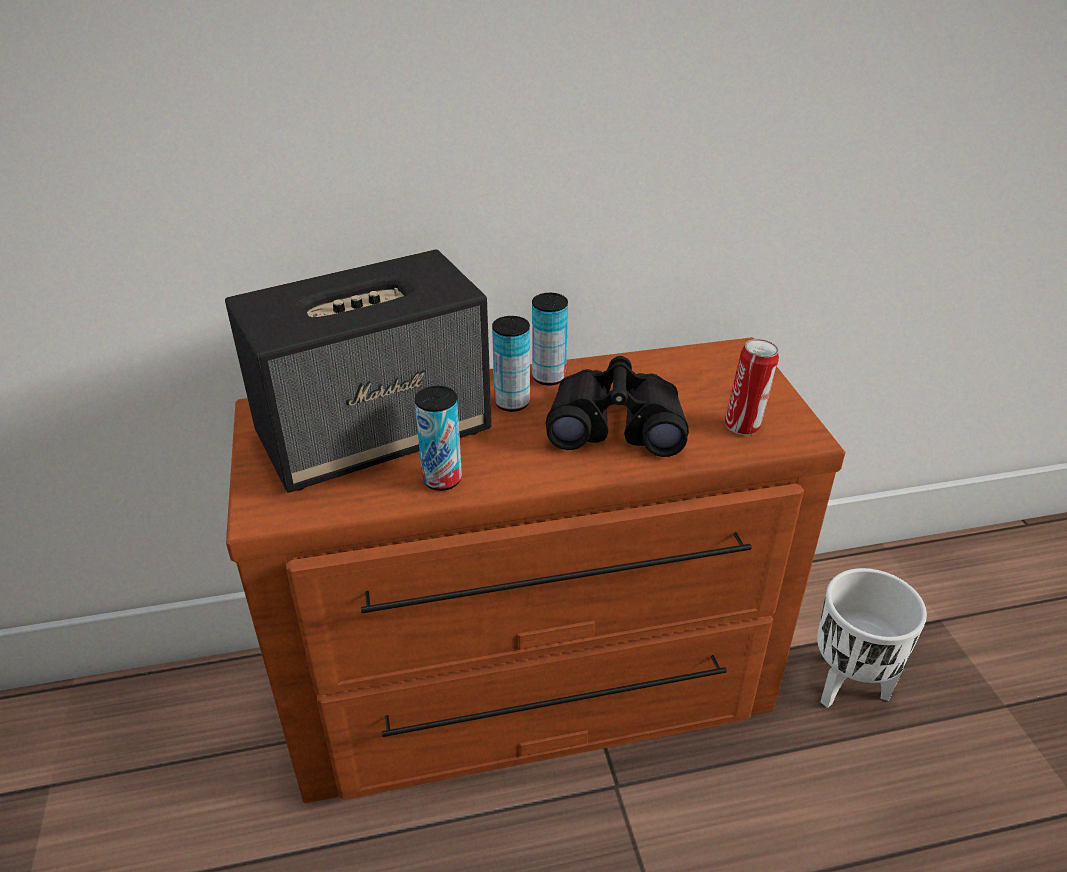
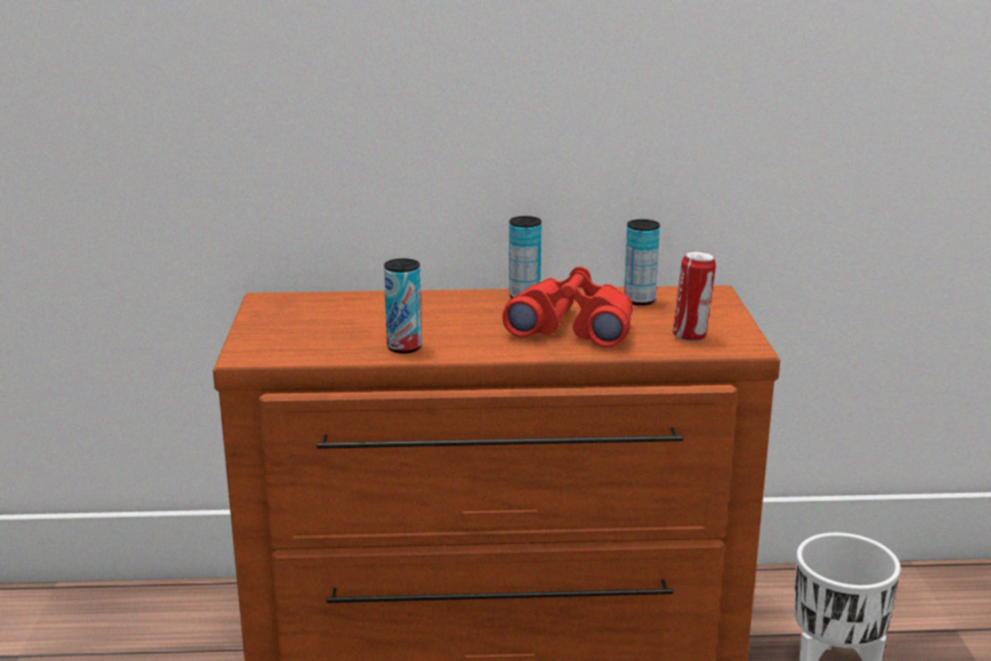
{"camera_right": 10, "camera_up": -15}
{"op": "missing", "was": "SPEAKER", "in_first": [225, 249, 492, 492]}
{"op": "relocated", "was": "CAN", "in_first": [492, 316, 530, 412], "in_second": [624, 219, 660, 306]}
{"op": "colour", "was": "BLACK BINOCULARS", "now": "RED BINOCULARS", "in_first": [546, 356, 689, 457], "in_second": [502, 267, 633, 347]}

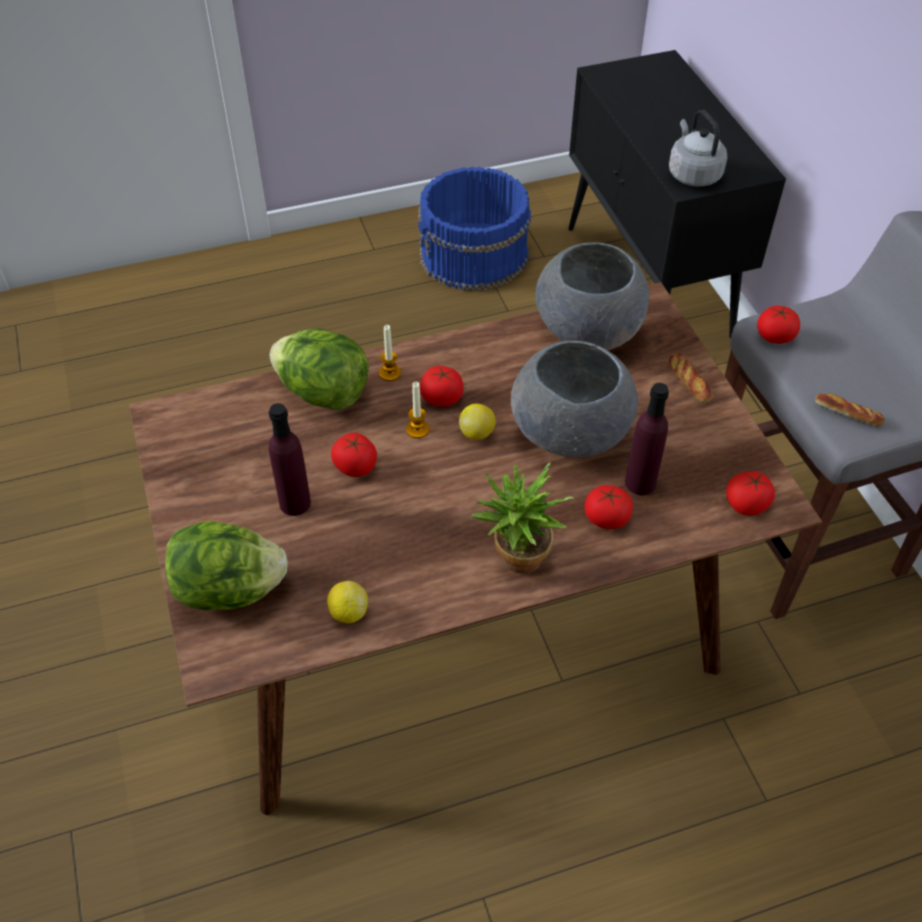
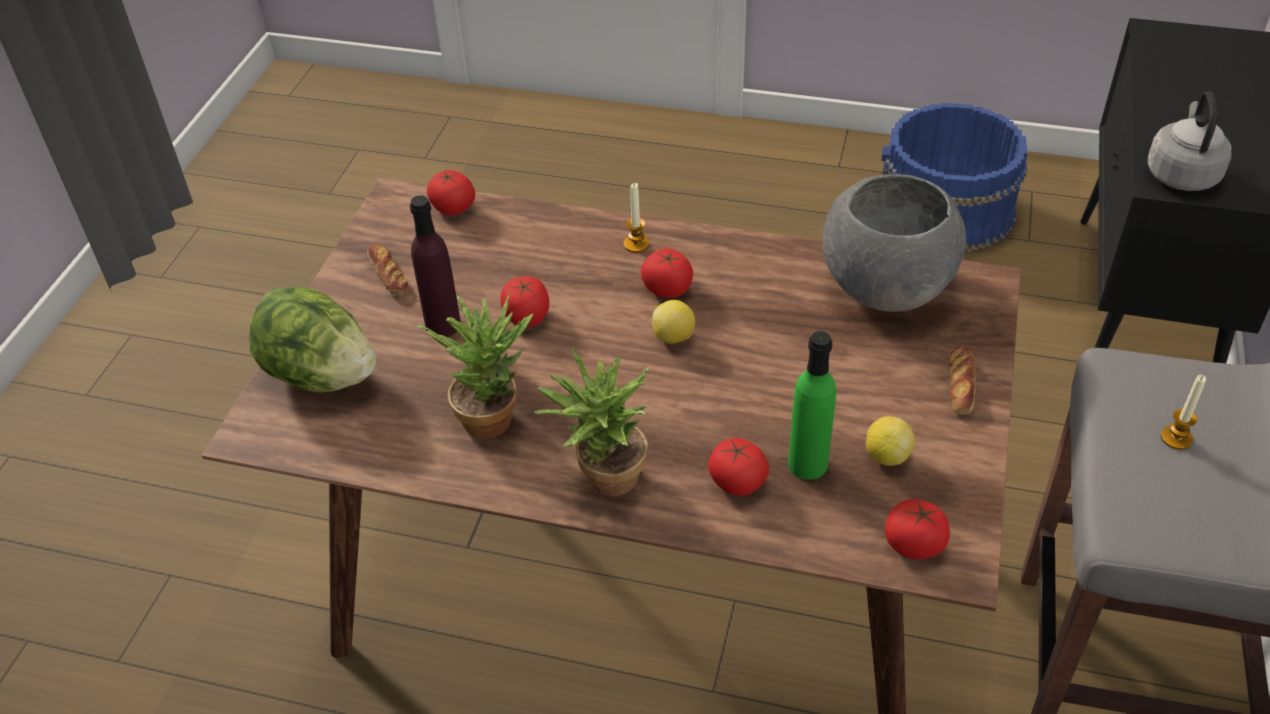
{"camera_right": 35, "camera_up": -5}
{"op": "relocated", "was": "TOMATO", "in_first": [757, 306, 800, 344], "in_second": [427, 170, 475, 215]}
{"op": "missing", "was": "LETTUCE", "in_first": [270, 329, 369, 410]}
{"op": "missing", "was": "GREY BOWL", "in_first": [511, 341, 638, 458]}
{"op": "relocated", "was": "CANDLE", "in_first": [406, 382, 429, 438], "in_second": [1161, 375, 1206, 450]}
{"op": "colour", "was": "PURPLE BOTTLE", "now": "GREEN BOTTLE", "in_first": [625, 383, 669, 495], "in_second": [788, 331, 836, 480]}
{"op": "relocated", "was": "BREAD", "in_first": [815, 393, 885, 427], "in_second": [367, 244, 408, 296]}
{"op": "relocated", "was": "LEMON", "in_first": [327, 581, 368, 623], "in_second": [866, 416, 915, 466]}
{"op": "appeared", "now": "POTTED PLANT", "in_second": [417, 292, 533, 439]}

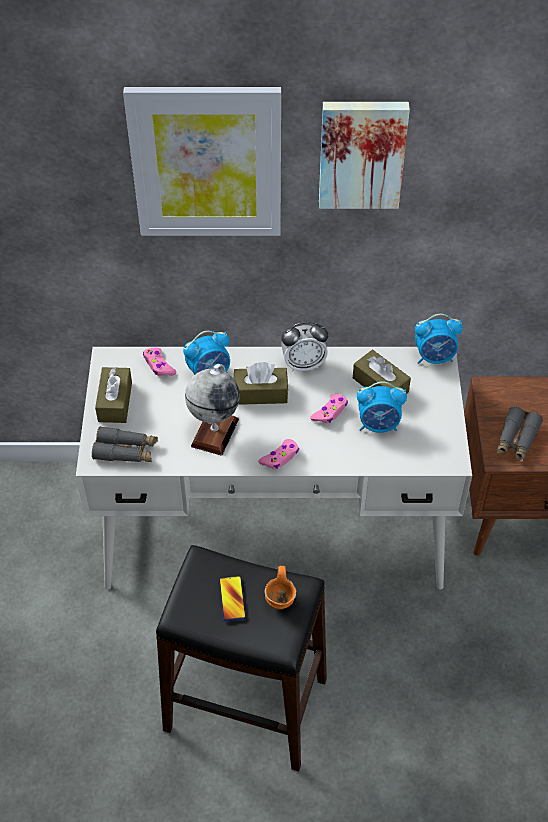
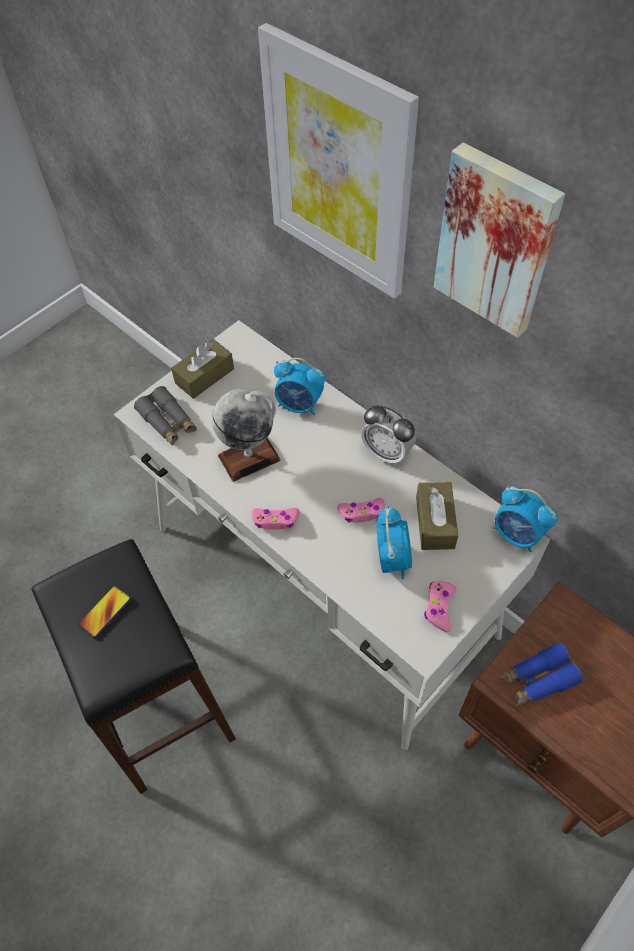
{"camera_right": 45, "camera_up": 5}
{"op": "relocated", "was": "PINK GAME CONTROLLER", "in_first": [143, 347, 176, 376], "in_second": [424, 581, 457, 632]}
{"op": "missing", "was": "BROWN TISSUE BOX", "in_first": [234, 362, 288, 405]}
{"op": "spun", "was": "ALARM CLOCK", "in_first": [357, 381, 407, 433], "in_second": [377, 506, 412, 579], "clockwise": -135}
{"op": "colour", "was": "GREY BINOCULARS", "now": "BLUE BINOCULARS", "in_first": [496, 407, 543, 462], "in_second": [500, 643, 583, 706]}
{"op": "missing", "was": "ORANGE MUG", "in_first": [265, 566, 296, 610]}

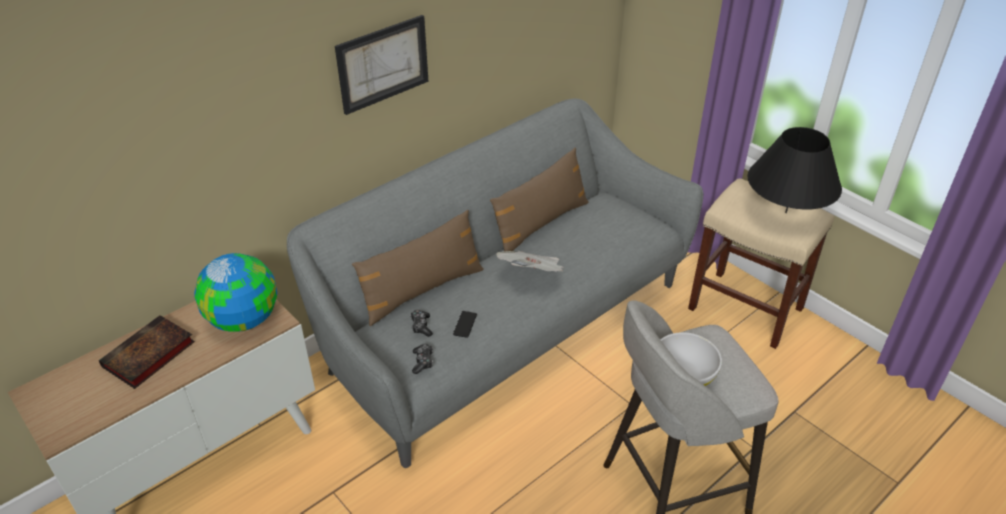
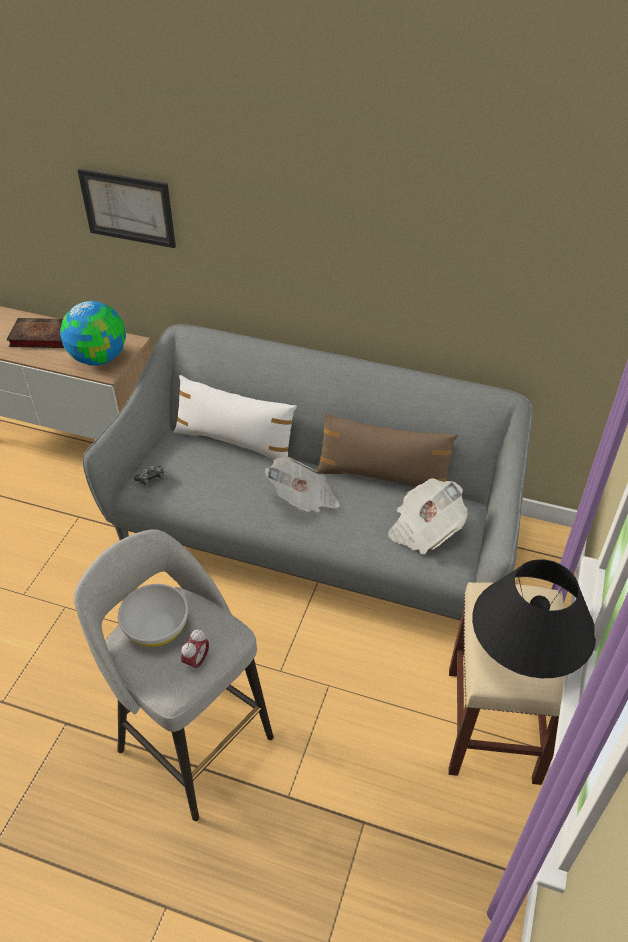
{"camera_right": 60, "camera_up": 5}
{"op": "relocated", "was": "PICTURE", "in_first": [335, 15, 429, 115], "in_second": [77, 169, 176, 248]}
{"op": "colour", "was": "BROWN PILLOW", "now": "WHITE PILLOW", "in_first": [352, 210, 484, 326], "in_second": [174, 375, 297, 460]}
{"op": "missing", "was": "GAME CONTROLLER", "in_first": [410, 310, 433, 337]}
{"op": "missing", "was": "PHONE", "in_first": [453, 311, 477, 338]}
{"op": "appeared", "now": "NEWSPAPER", "in_second": [388, 478, 468, 555]}
{"op": "appeared", "now": "ALARM CLOCK", "in_second": [181, 629, 209, 672]}

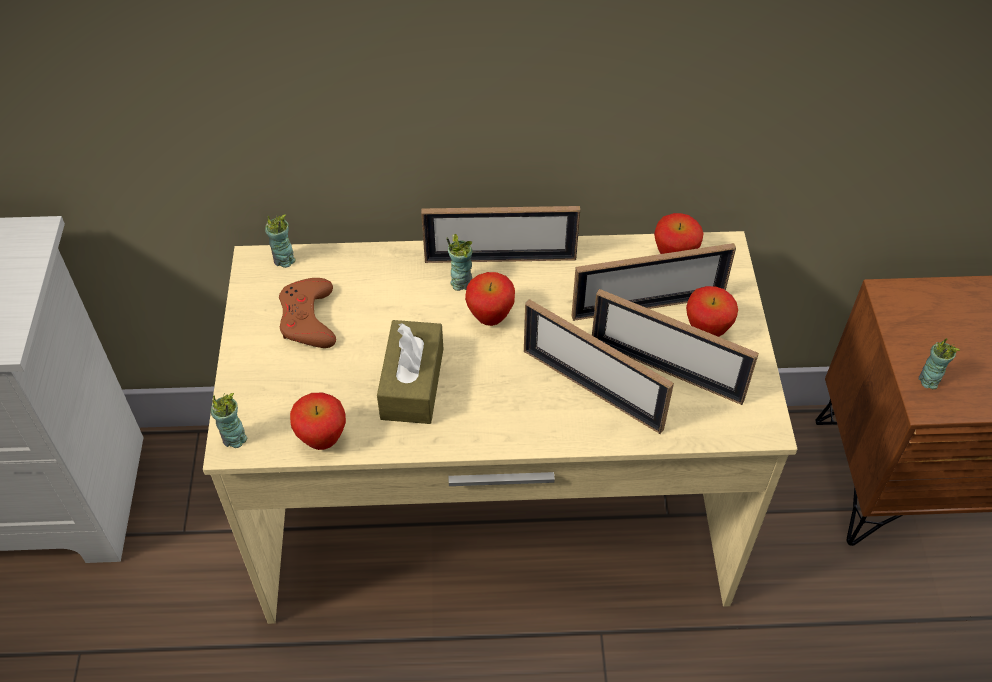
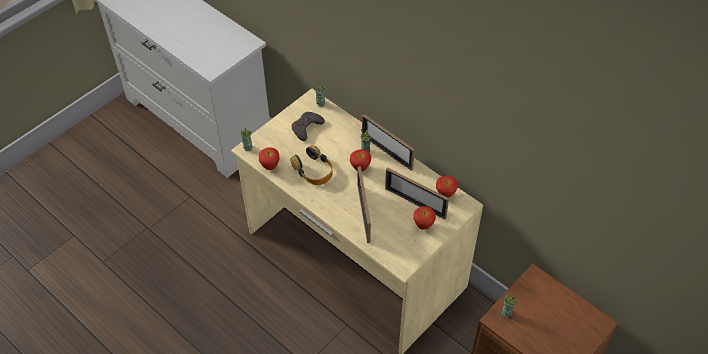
{"camera_right": 45, "camera_up": 0}
{"op": "colour", "was": "BROWN GAME CONTROLLER", "now": "GREY GAME CONTROLLER", "in_first": [279, 278, 336, 348], "in_second": [291, 112, 325, 141]}
{"op": "missing", "was": "PICTURE FRAME", "in_first": [592, 289, 759, 405]}
{"op": "exchanged", "was": "BROWN TISSUE BOX", "now": "HEADPHONES", "in_first": [377, 320, 443, 424], "in_second": [290, 145, 333, 185]}

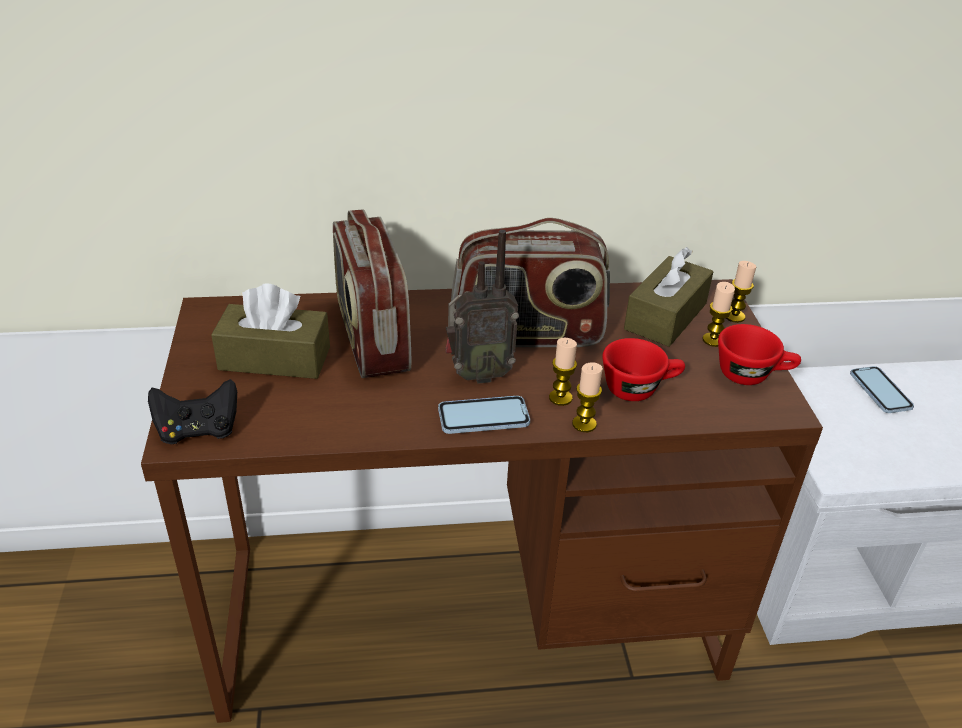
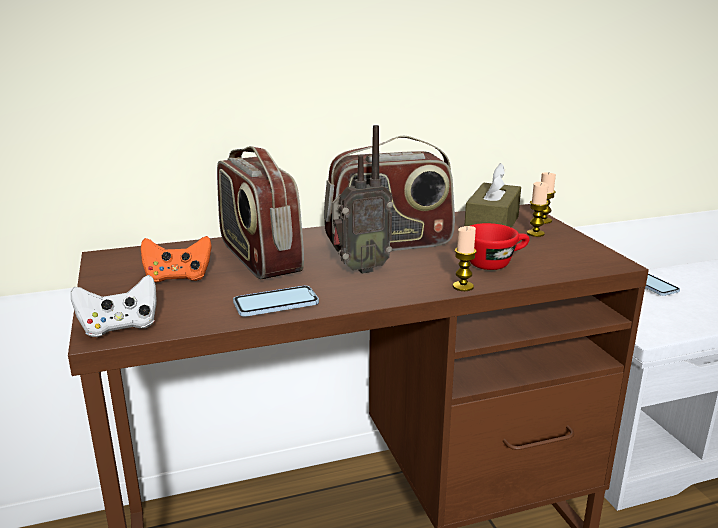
{"camera_right": -10, "camera_up": -15}
{"op": "exchanged", "was": "BROWN TISSUE BOX", "now": "ORANGE GAME CONTROLLER", "in_first": [211, 284, 330, 379], "in_second": [141, 236, 212, 282]}
{"op": "missing", "was": "RED CUP", "in_first": [718, 324, 801, 385]}
{"op": "missing", "was": "CANDLE", "in_first": [549, 337, 577, 406]}
{"op": "colour", "was": "BLACK GAME CONTROLLER", "now": "WHITE GAME CONTROLLER", "in_first": [148, 379, 237, 444], "in_second": [71, 275, 157, 337]}
{"op": "relocated", "was": "PHONE", "in_first": [438, 396, 530, 434], "in_second": [233, 286, 319, 317]}

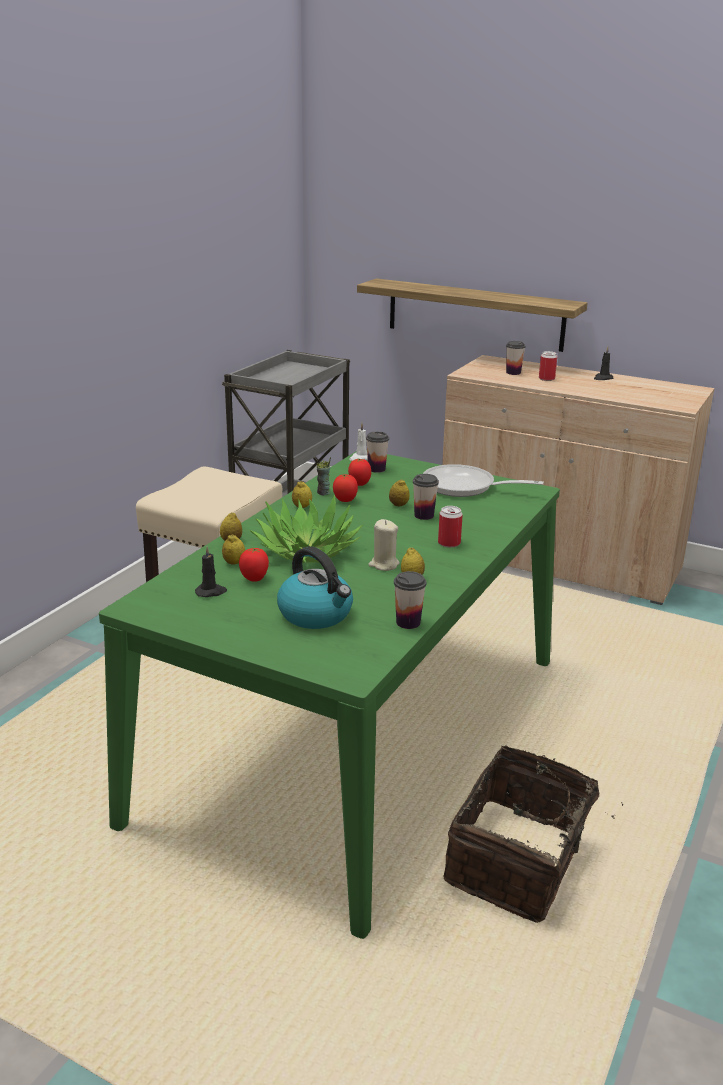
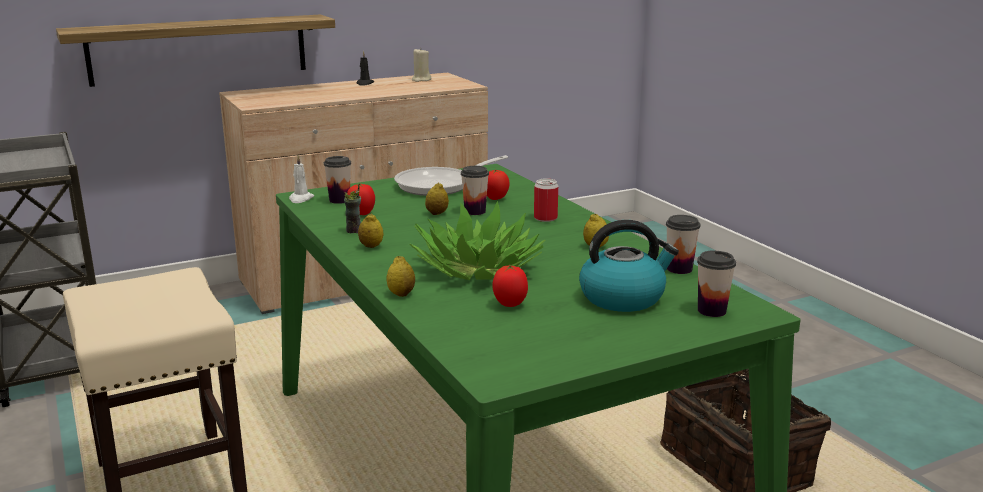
{"camera_right": -55, "camera_up": -5}
{"op": "relocated", "was": "CUP", "in_first": [506, 341, 526, 375], "in_second": [697, 250, 736, 317]}
{"op": "missing", "was": "CAN", "in_first": [539, 351, 557, 381]}
{"op": "relocated", "was": "TOMATO", "in_first": [333, 474, 358, 502], "in_second": [487, 170, 510, 200]}
{"op": "relocated", "was": "BEIGE CANDLE", "in_first": [368, 519, 400, 571], "in_second": [412, 49, 432, 82]}
{"op": "missing", "was": "LEMON", "in_first": [222, 535, 245, 565]}
{"op": "missing", "was": "BLACK CANDLE", "in_first": [195, 546, 227, 597]}

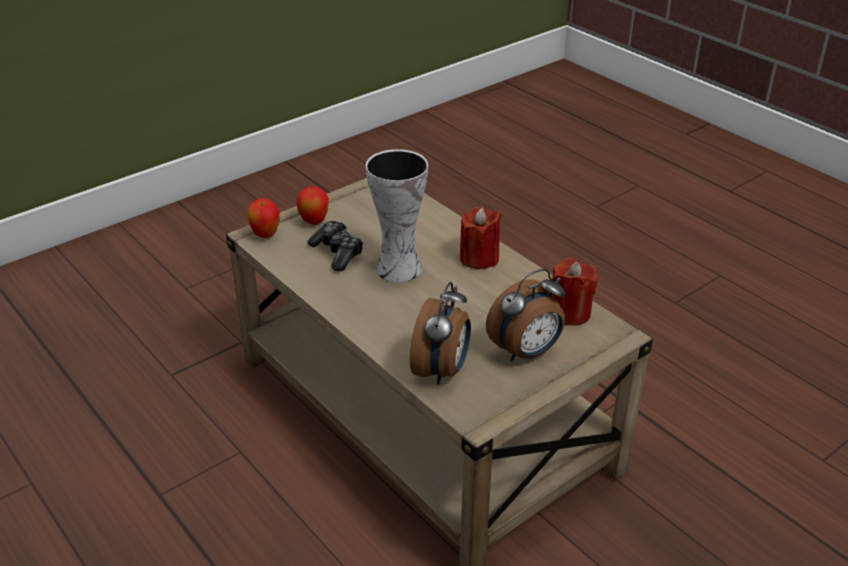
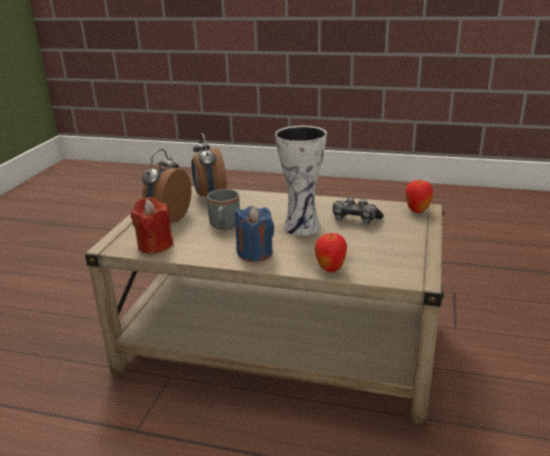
{"camera_right": 145, "camera_up": -10}
{"op": "relocated", "was": "APPLE", "in_first": [296, 186, 329, 225], "in_second": [315, 233, 347, 272]}
{"op": "colour", "was": "RED CANDLE", "now": "BLUE CANDLE", "in_first": [460, 207, 501, 269], "in_second": [235, 206, 274, 261]}
{"op": "appeared", "now": "GREY MUG", "in_second": [207, 189, 240, 230]}

